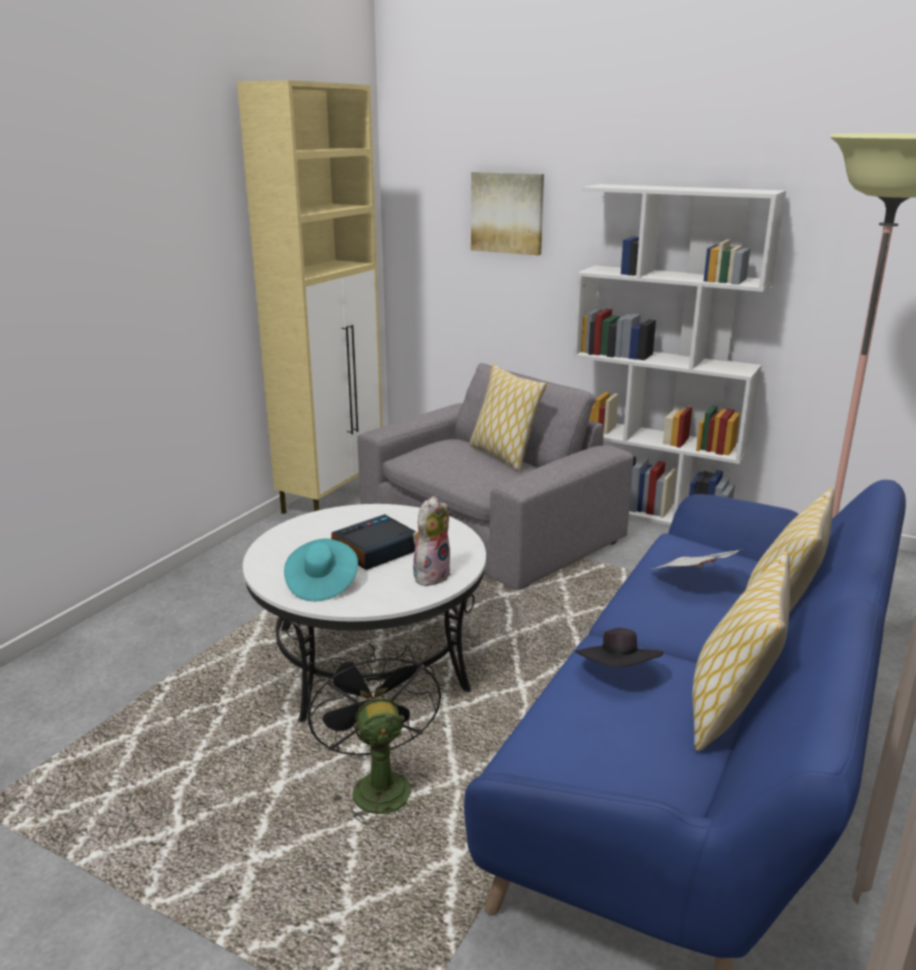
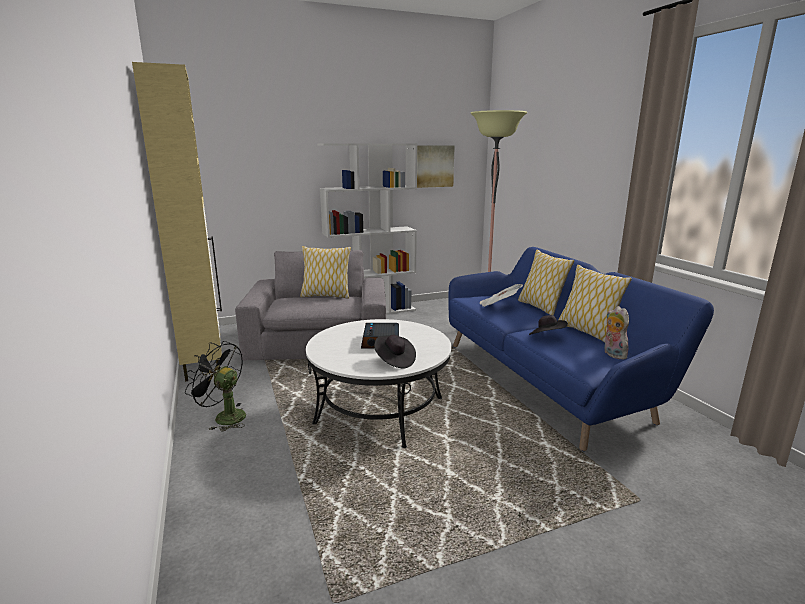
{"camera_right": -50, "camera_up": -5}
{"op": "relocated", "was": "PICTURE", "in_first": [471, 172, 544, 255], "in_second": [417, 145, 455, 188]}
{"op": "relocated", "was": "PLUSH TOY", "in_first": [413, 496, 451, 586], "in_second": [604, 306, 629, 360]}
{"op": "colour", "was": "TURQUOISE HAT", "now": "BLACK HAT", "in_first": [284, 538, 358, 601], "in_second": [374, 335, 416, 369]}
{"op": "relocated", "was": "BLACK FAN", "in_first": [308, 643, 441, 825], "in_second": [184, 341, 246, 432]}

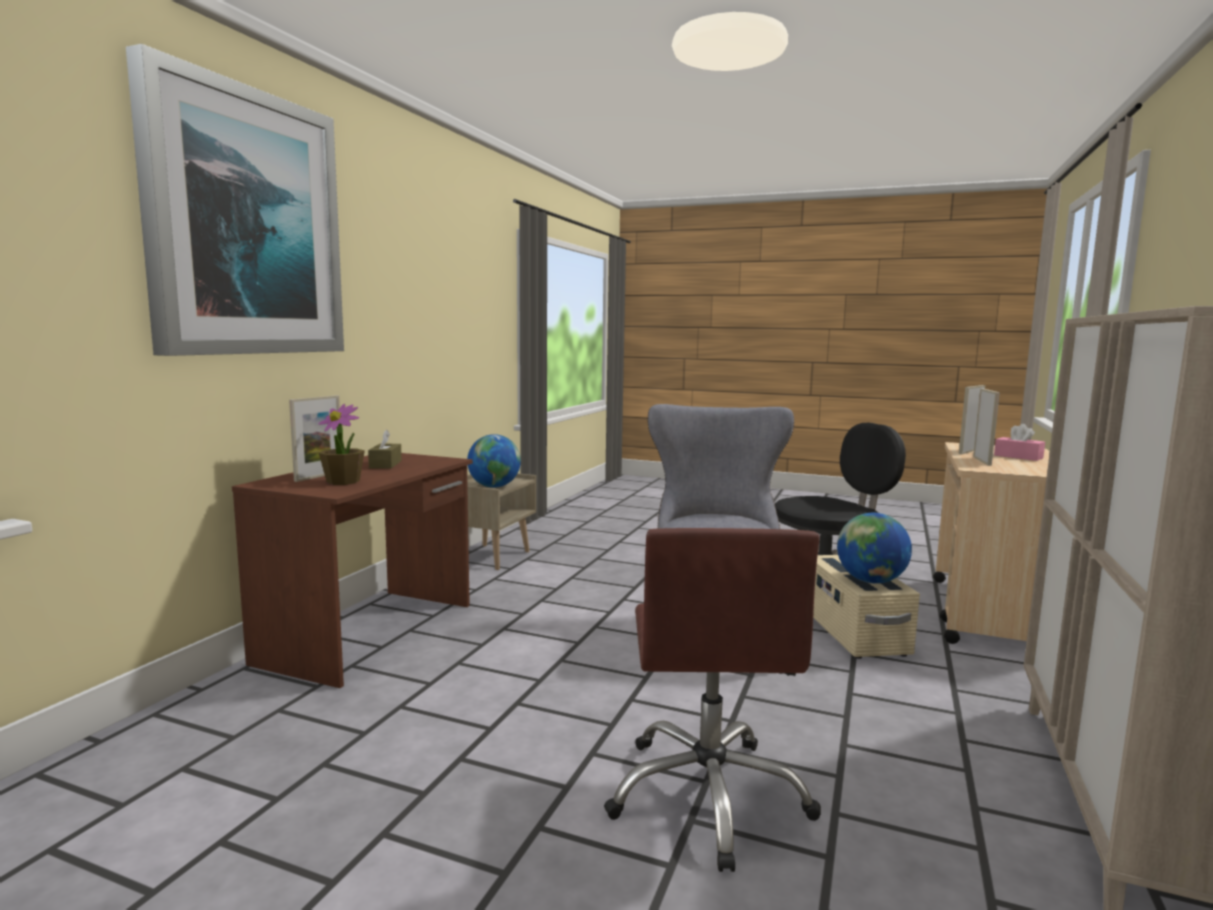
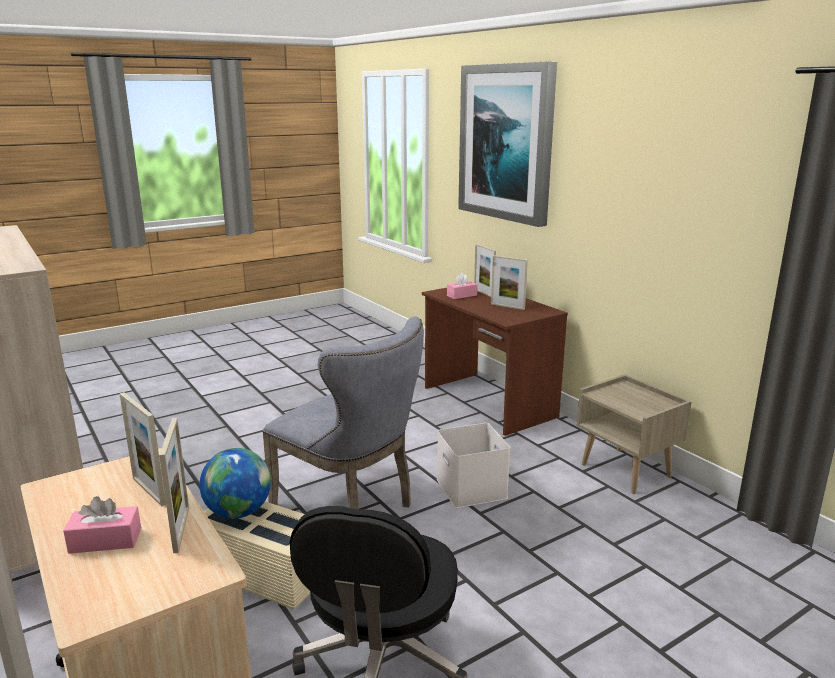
{"camera_right": 125, "camera_up": 10}
{"op": "exchanged", "was": "POTTED PLANT", "now": "PINK TISSUE BOX", "in_first": [319, 404, 365, 485], "in_second": [447, 273, 478, 299]}
{"op": "exchanged", "was": "BROWN TISSUE BOX", "now": "PICTURE FRAME", "in_first": [368, 429, 402, 469], "in_second": [491, 255, 528, 310]}
{"op": "missing", "was": "GLOBE", "in_first": [467, 434, 521, 488]}
{"op": "missing", "was": "BROWN OFFICE CHAIR", "in_first": [604, 528, 821, 872]}
{"op": "appeared", "now": "WHITE STORAGE BOX", "in_second": [437, 423, 510, 508]}

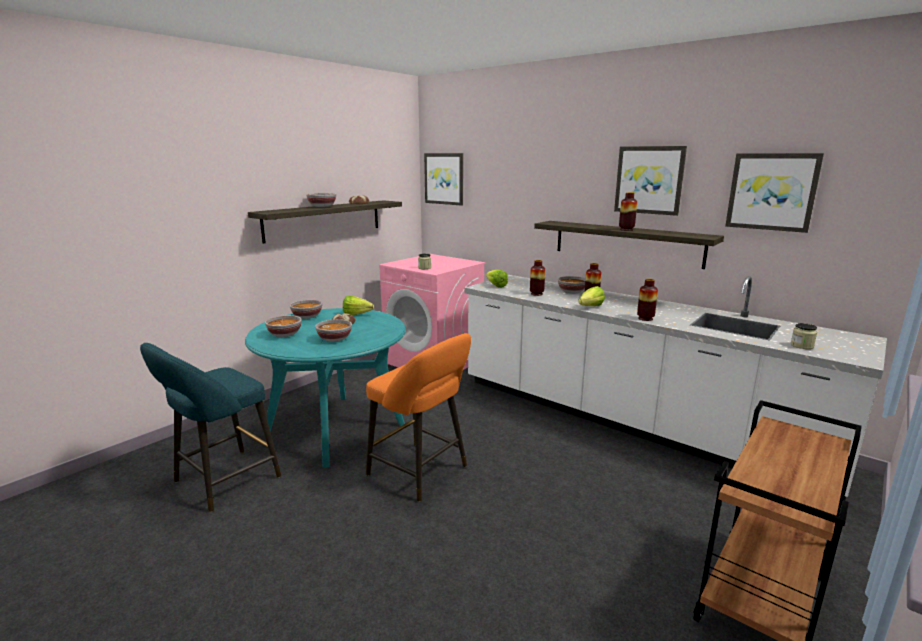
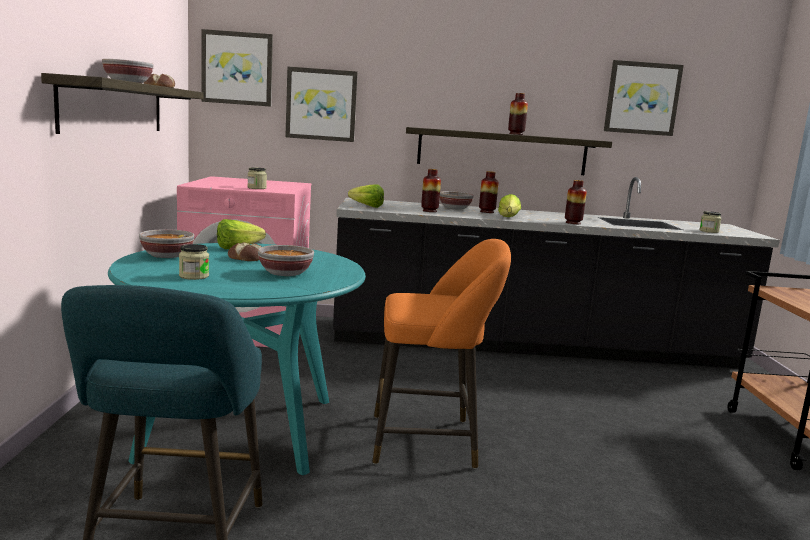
{"camera_right": -40, "camera_up": -5}
{"op": "relocated", "was": "PICTURE", "in_first": [614, 146, 687, 216], "in_second": [285, 67, 358, 142]}
{"op": "colour", "was": "WHITE COUNTER", "now": "BLACK COUNTER", "in_first": [465, 275, 887, 501], "in_second": [333, 177, 780, 368]}
{"op": "exchanged", "was": "BOWL", "now": "JAR", "in_first": [265, 315, 302, 337], "in_second": [179, 244, 209, 280]}

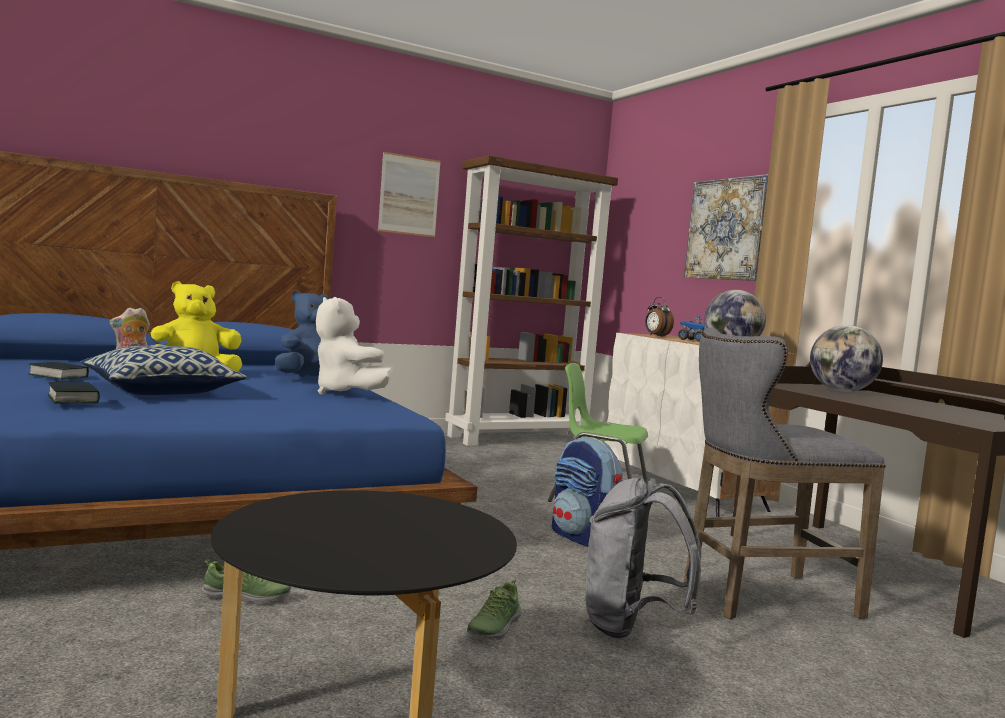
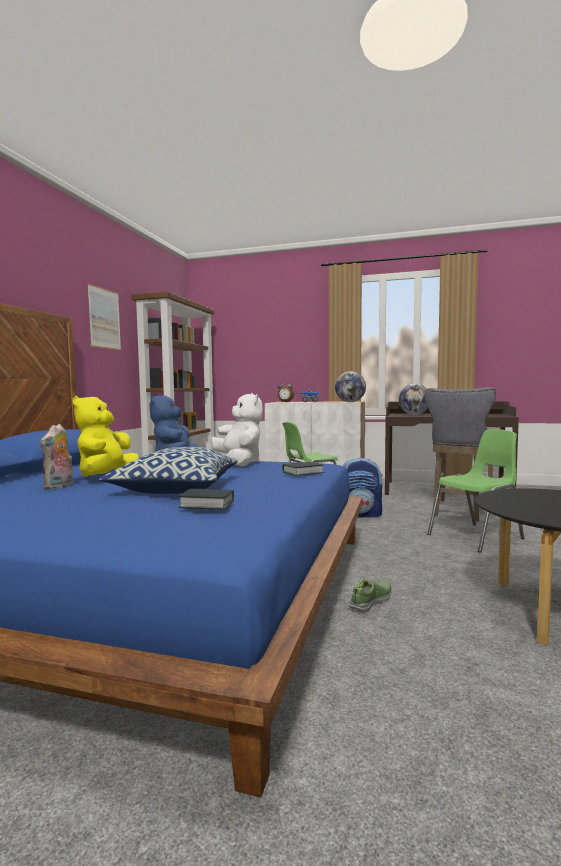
{"camera_right": -45, "camera_up": 0}
{"op": "missing", "was": "PICTURE", "in_first": [684, 174, 768, 281]}
{"op": "spun", "was": "WHITE PLUSH TOY", "in_first": [316, 297, 393, 395], "in_second": [211, 393, 263, 466], "clockwise": -120}
{"op": "relocated", "was": "BOOK", "in_first": [29, 362, 89, 380], "in_second": [282, 462, 324, 476]}
{"op": "exchanged", "was": "GREY BACKPACK", "now": "GREEN CHAIR", "in_first": [586, 477, 701, 638], "in_second": [428, 429, 524, 553]}
{"op": "missing", "was": "SHOE", "in_first": [467, 580, 521, 640]}

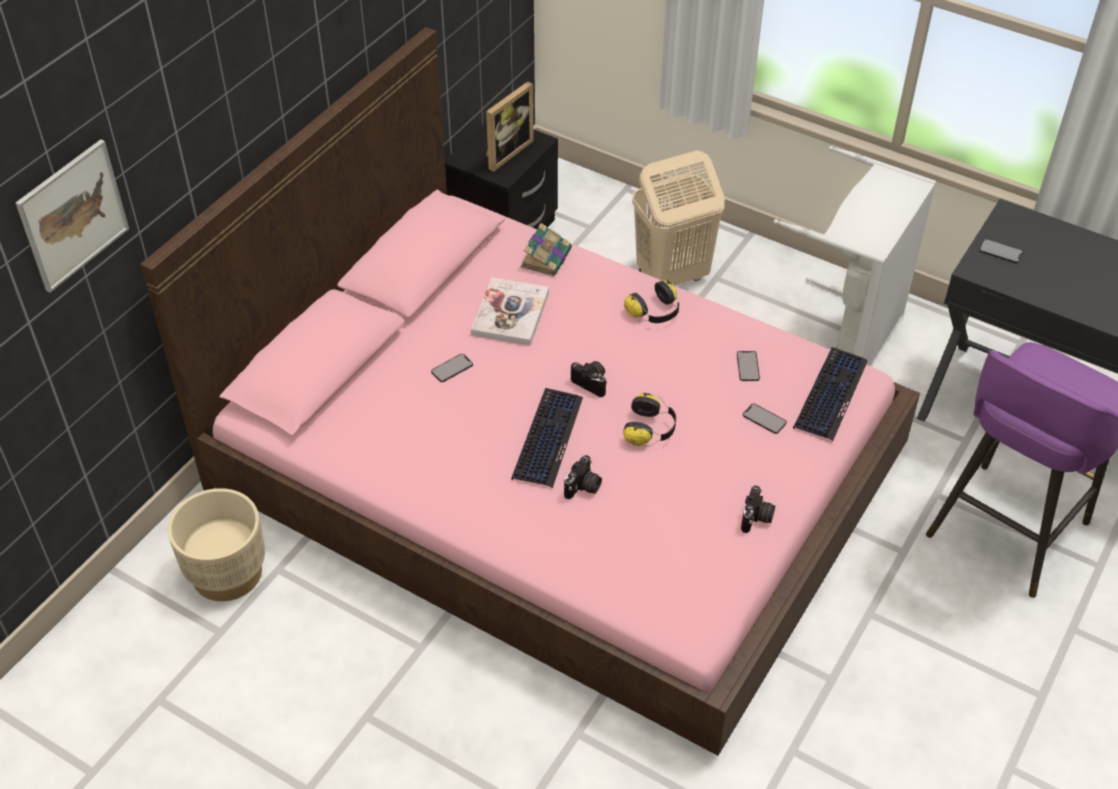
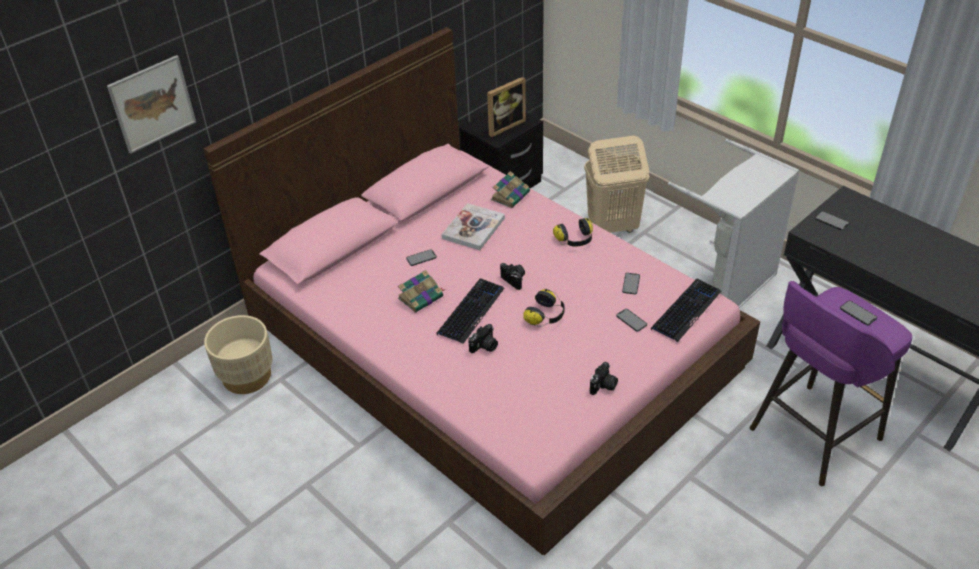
{"camera_right": 15, "camera_up": -5}
{"op": "appeared", "now": "BOOK", "in_second": [398, 270, 445, 313]}
{"op": "appeared", "now": "PHONE", "in_second": [840, 301, 877, 325]}

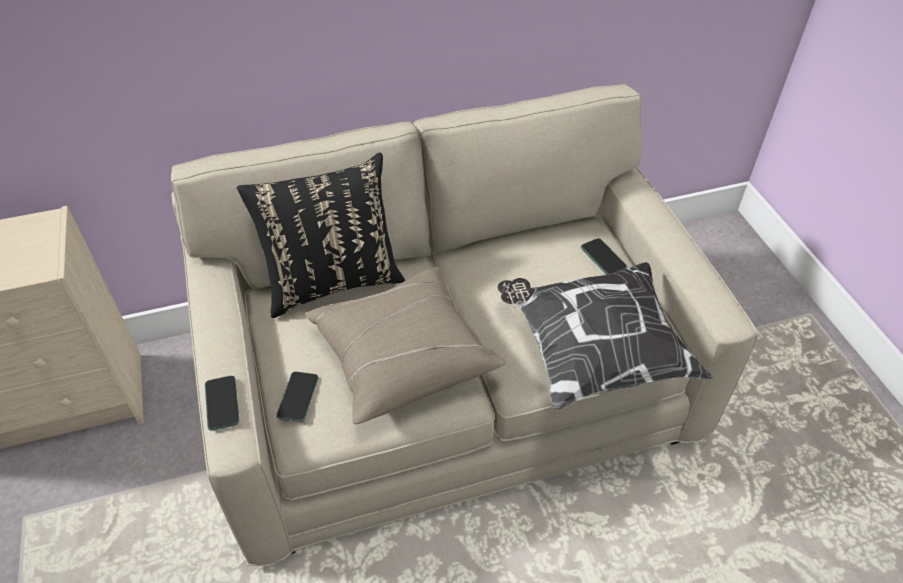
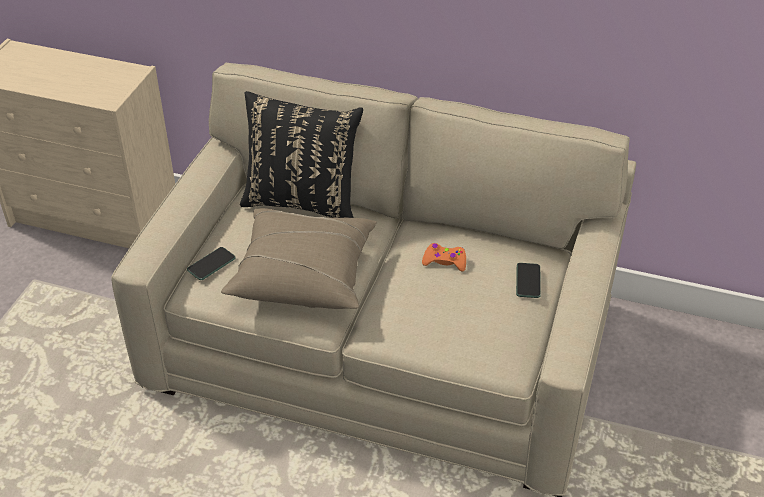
{"camera_right": 35, "camera_up": -5}
{"op": "missing", "was": "PILLOW", "in_first": [497, 262, 713, 411]}
{"op": "missing", "was": "PHONE", "in_first": [205, 376, 239, 431]}
{"op": "appeared", "now": "ORANGE GAME CONTROLLER", "in_second": [422, 243, 466, 272]}

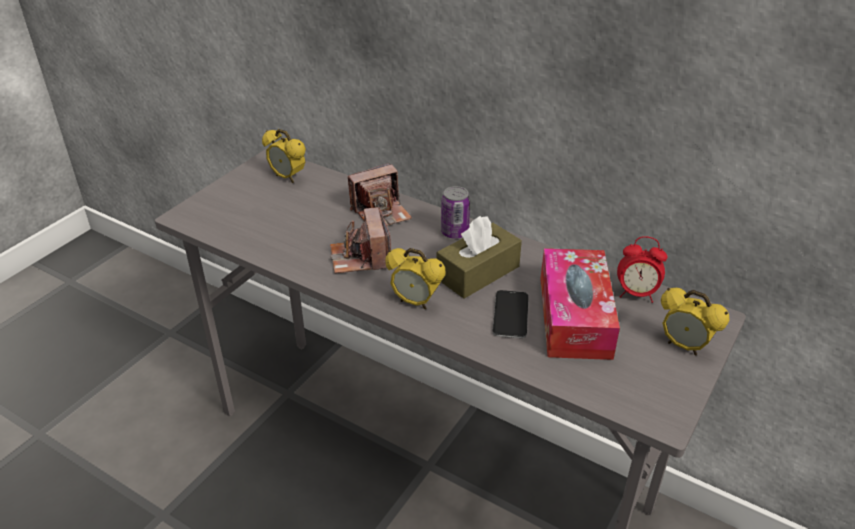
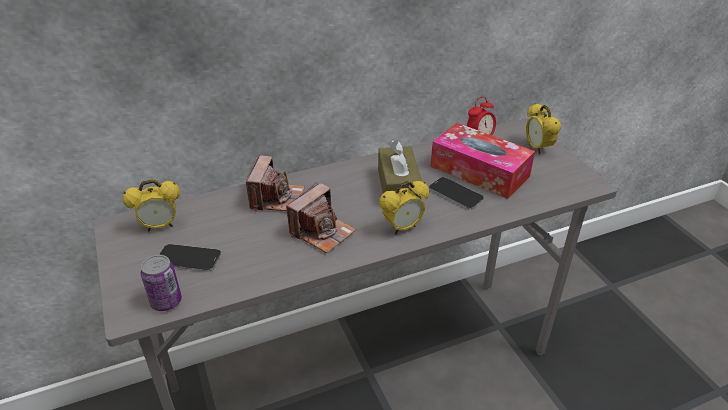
{"camera_right": -55, "camera_up": 0}
{"op": "relocated", "was": "CAN", "in_first": [441, 186, 470, 239], "in_second": [141, 255, 182, 311]}
{"op": "spun", "was": "PHOTO CAMERA", "in_first": [330, 207, 391, 274], "in_second": [286, 182, 356, 253], "clockwise": -75}
{"op": "spun", "was": "ALARM CLOCK", "in_first": [661, 288, 729, 355], "in_second": [526, 103, 561, 154], "clockwise": 90}
{"op": "appeared", "now": "PHONE", "in_second": [159, 244, 221, 271]}

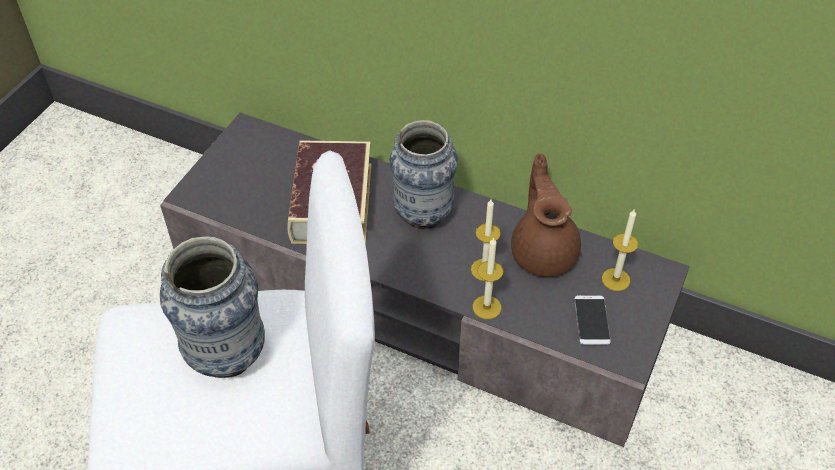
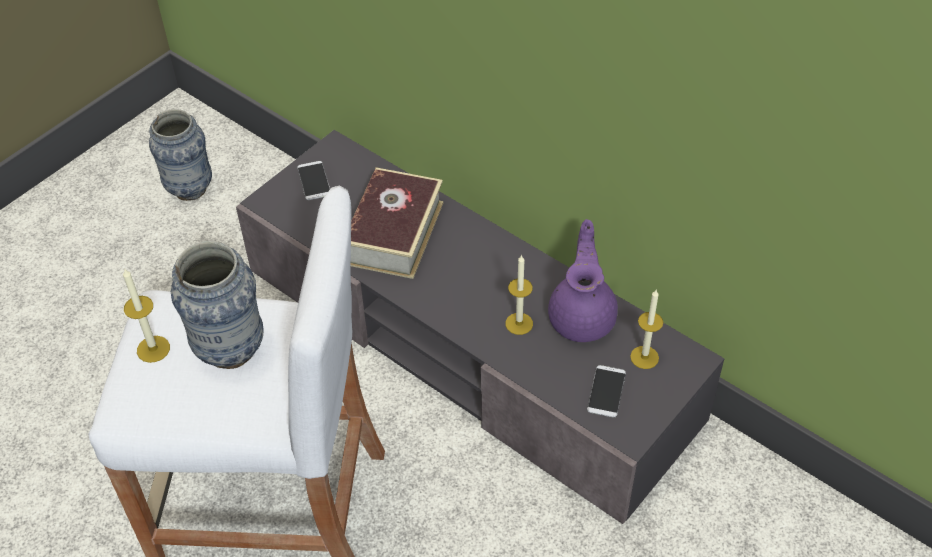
{"camera_right": 15, "camera_up": 0}
{"op": "relocated", "was": "VASE", "in_first": [389, 120, 458, 230], "in_second": [149, 109, 212, 201]}
{"op": "colour", "was": "BROWN TEAPOT", "now": "PURPLE TEAPOT", "in_first": [511, 153, 581, 277], "in_second": [548, 219, 618, 342]}
{"op": "relocated", "was": "CANDLE", "in_first": [473, 237, 503, 319], "in_second": [123, 269, 170, 363]}
{"op": "appeared", "now": "PHONE", "in_second": [297, 161, 330, 200]}

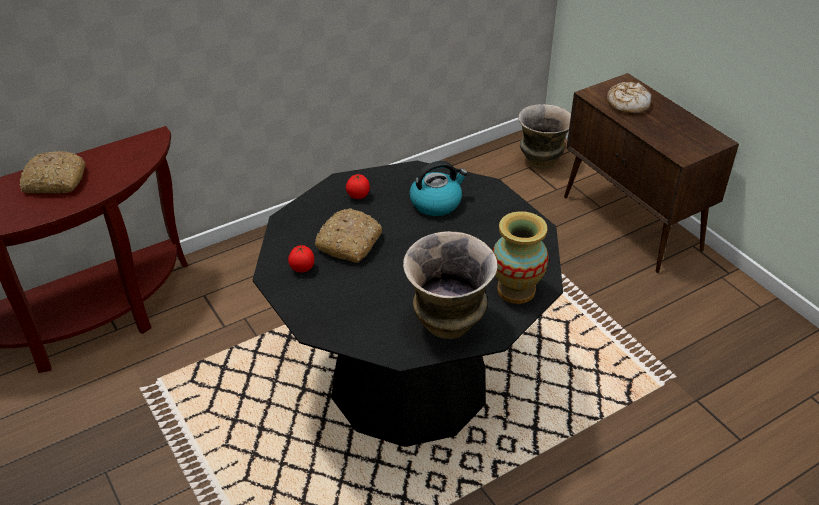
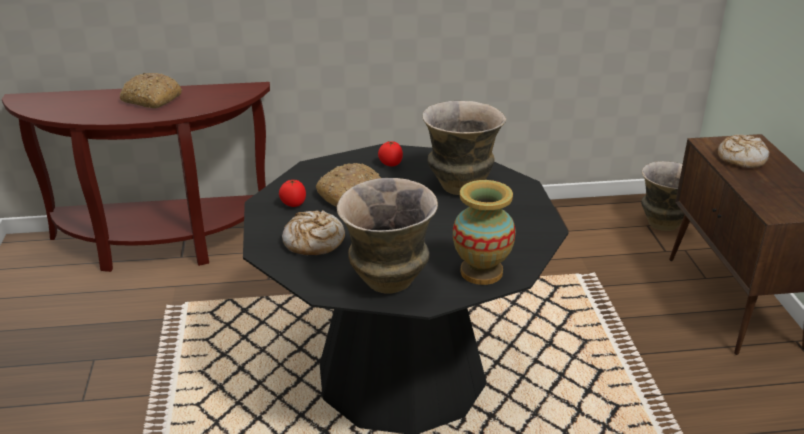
{"camera_right": 25, "camera_up": -10}
{"op": "exchanged", "was": "KETTLE", "now": "VASE", "in_first": [410, 161, 468, 216], "in_second": [422, 101, 506, 195]}
{"op": "appeared", "now": "BREAD", "in_second": [282, 210, 345, 255]}

